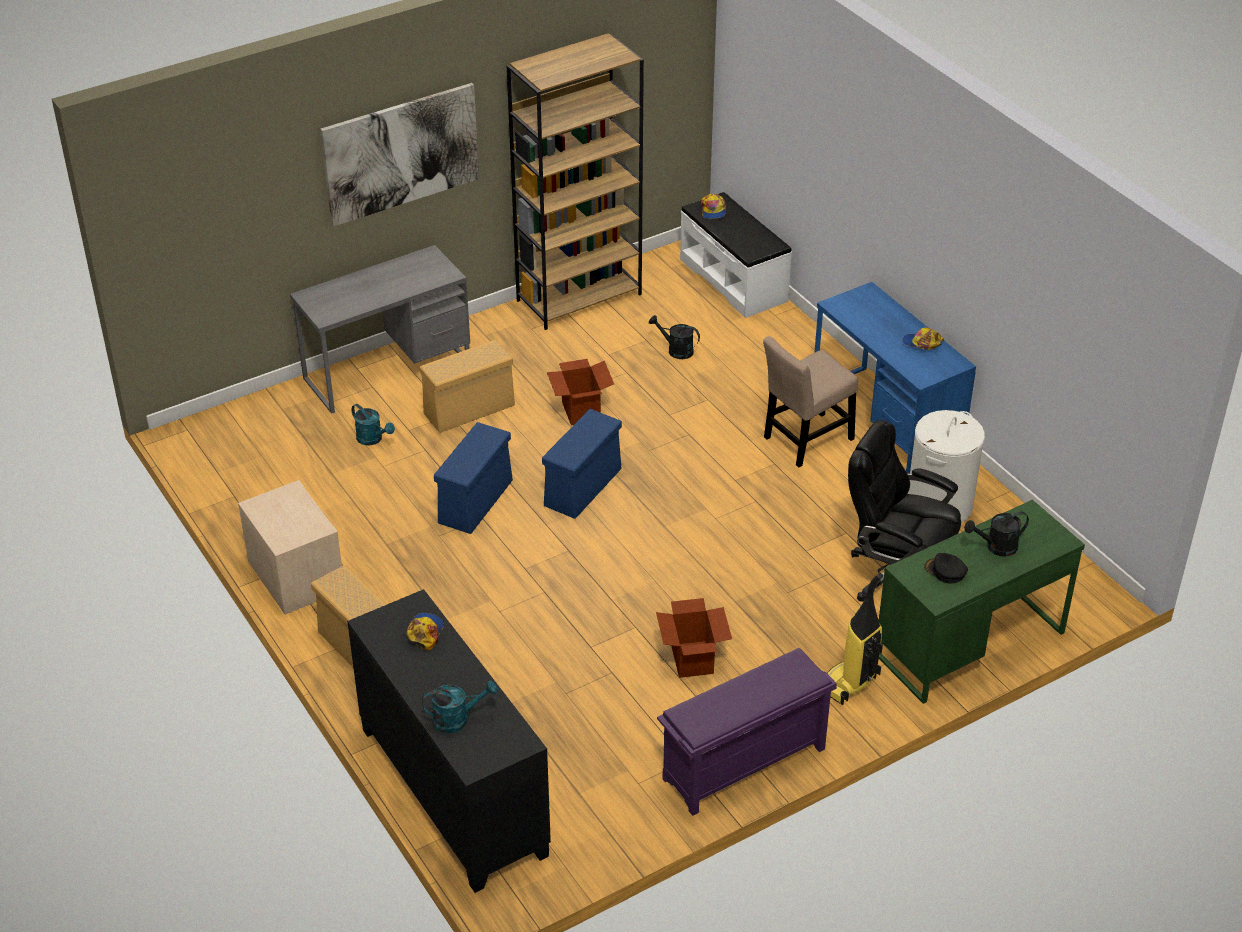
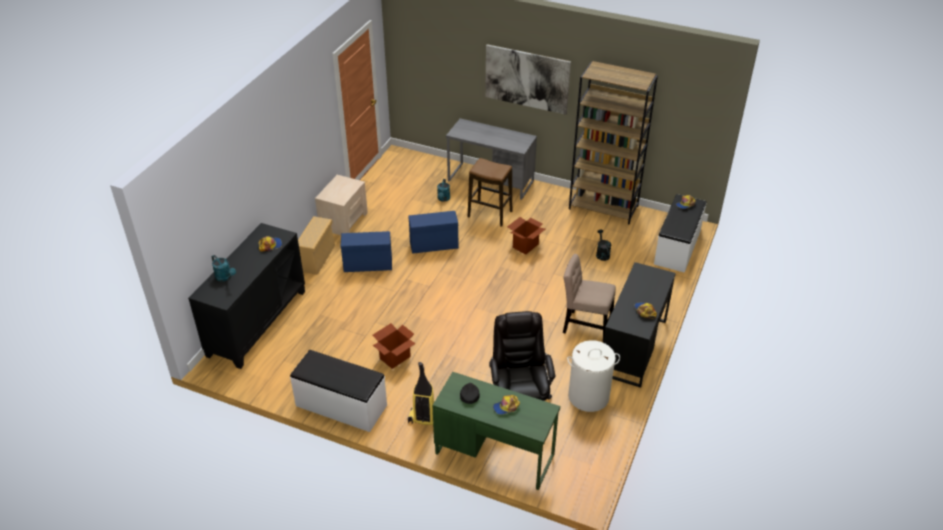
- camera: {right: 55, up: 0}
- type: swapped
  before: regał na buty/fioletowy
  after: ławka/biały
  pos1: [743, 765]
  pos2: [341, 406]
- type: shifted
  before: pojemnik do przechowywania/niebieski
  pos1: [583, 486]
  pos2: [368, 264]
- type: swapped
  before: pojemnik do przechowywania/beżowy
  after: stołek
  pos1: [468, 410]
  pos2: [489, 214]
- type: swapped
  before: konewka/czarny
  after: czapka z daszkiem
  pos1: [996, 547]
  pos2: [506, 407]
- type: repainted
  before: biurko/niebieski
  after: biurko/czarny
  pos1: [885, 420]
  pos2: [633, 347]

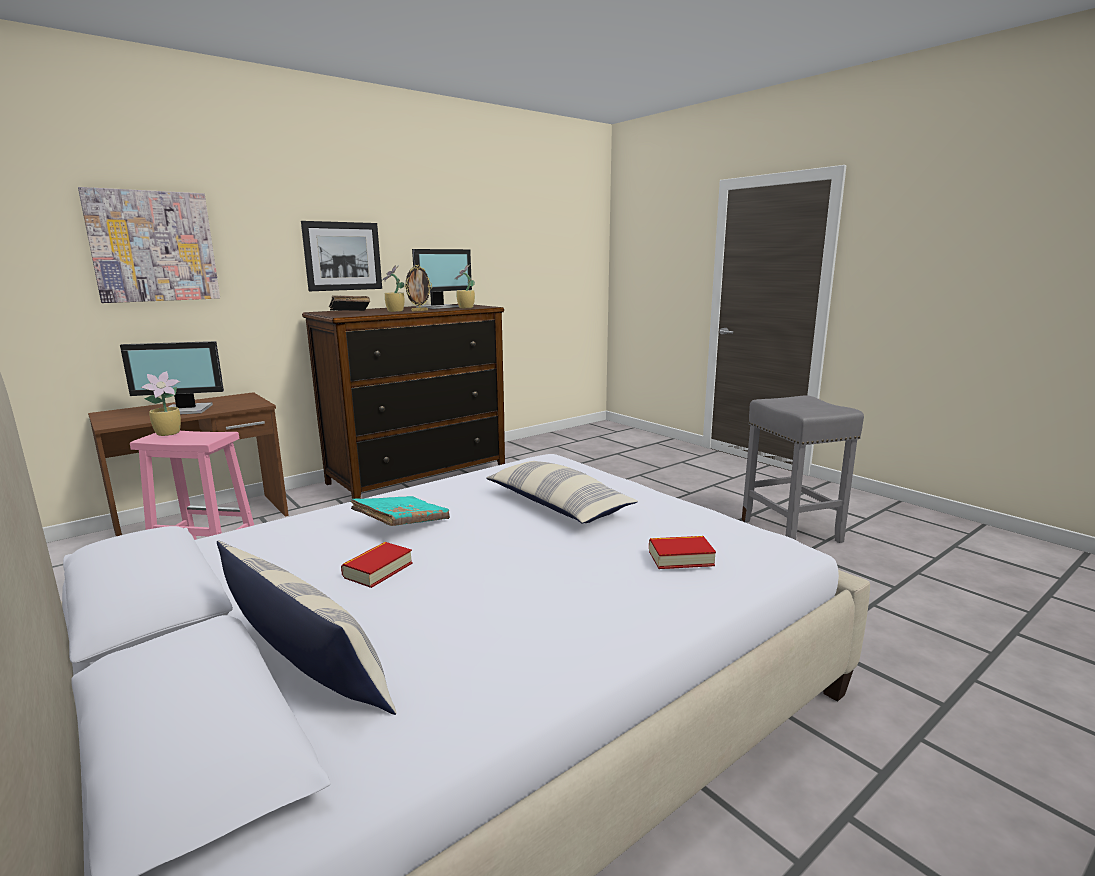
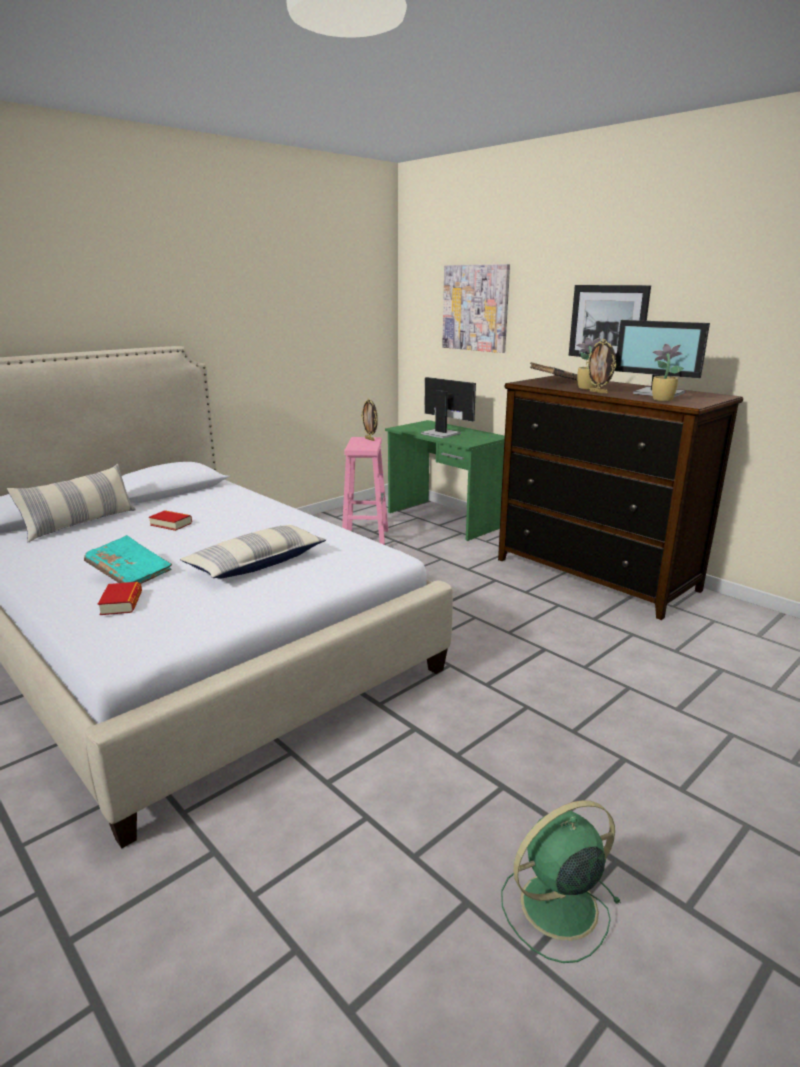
- camera: {right: 85, up: 5}
- type: shifted
  before: książka/turkusowy
  pos1: [402, 524]
  pos2: [130, 573]
- type: swapped
  before: roślina doniczkowa
  after: ramka na zdjęcie
  pos1: [169, 433]
  pos2: [370, 439]
- type: repainted
  before: biurko/brązowy
  after: biurko/zielony
  pos1: [204, 522]
  pos2: [444, 519]
- type: rotated
  before: monitor
  pos1: [186, 410]
  pos2: [441, 433]
  turn: 150
- type: swapped
  before: stołek/szary
  after: wentylator/zielony
  pos1: [792, 531]
  pos2: [555, 907]

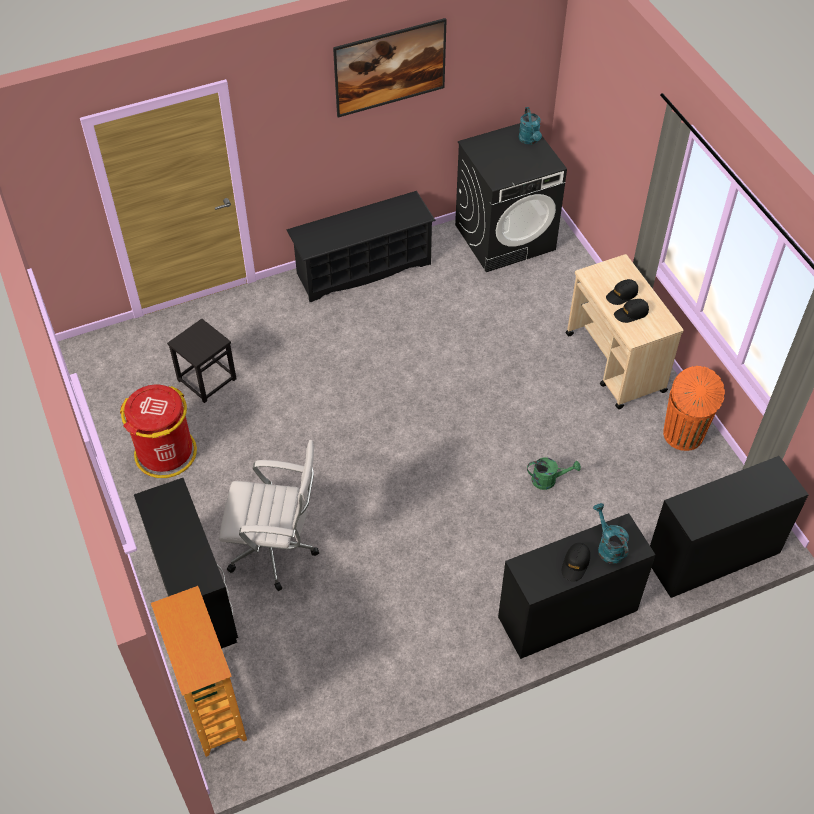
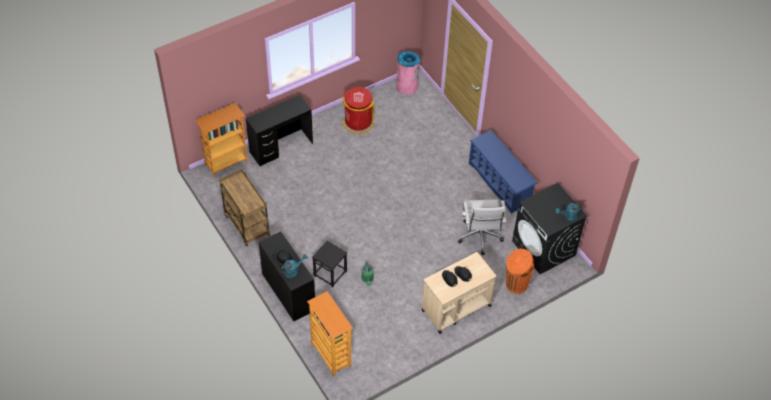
- camera: {right: 80, up: 0}
- type: new
  after: wózek/brązowy
  pos2: [246, 225]
- type: swapped
  before: biurko/czarny
  after: regał
  pos1: [713, 556]
  pos2: [330, 355]
- type: shifted
  before: stołek/czarny
  pos1: [206, 379]
  pos2: [330, 273]
- type: new
  after: kosz na śmieci/różowy
  pos2: [407, 87]
- type: shifted
  before: krzesło biurowe/biały
  pos1: [276, 551]
  pos2: [480, 238]
- type: repainted
  before: regał na buty/czarny
  after: regał na buty/niebieski
  pos1: [363, 269]
  pos2: [499, 183]
- type: shifted
  before: kosz na śmieci/pomarańczowy
  pos1: [683, 435]
  pos2: [516, 284]
- type: gone
  before: obraz
  pos1: [390, 84]

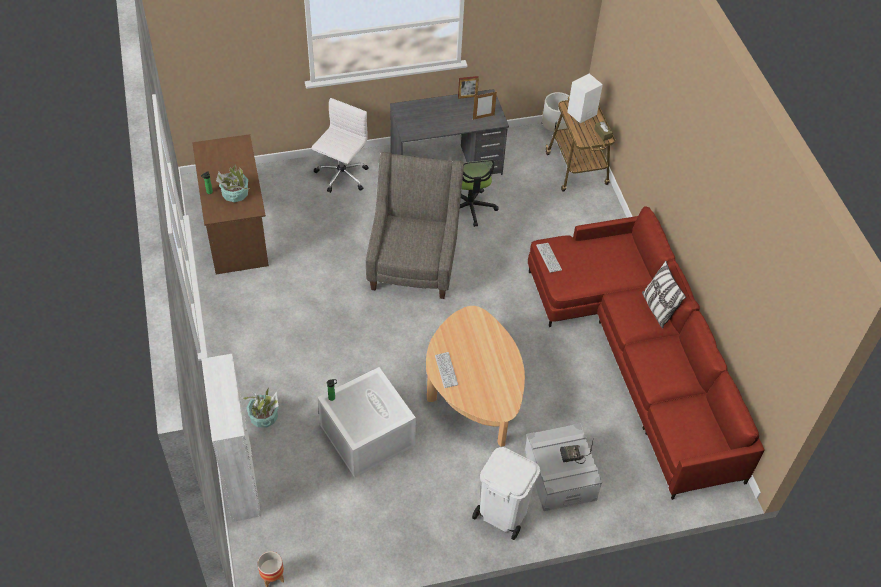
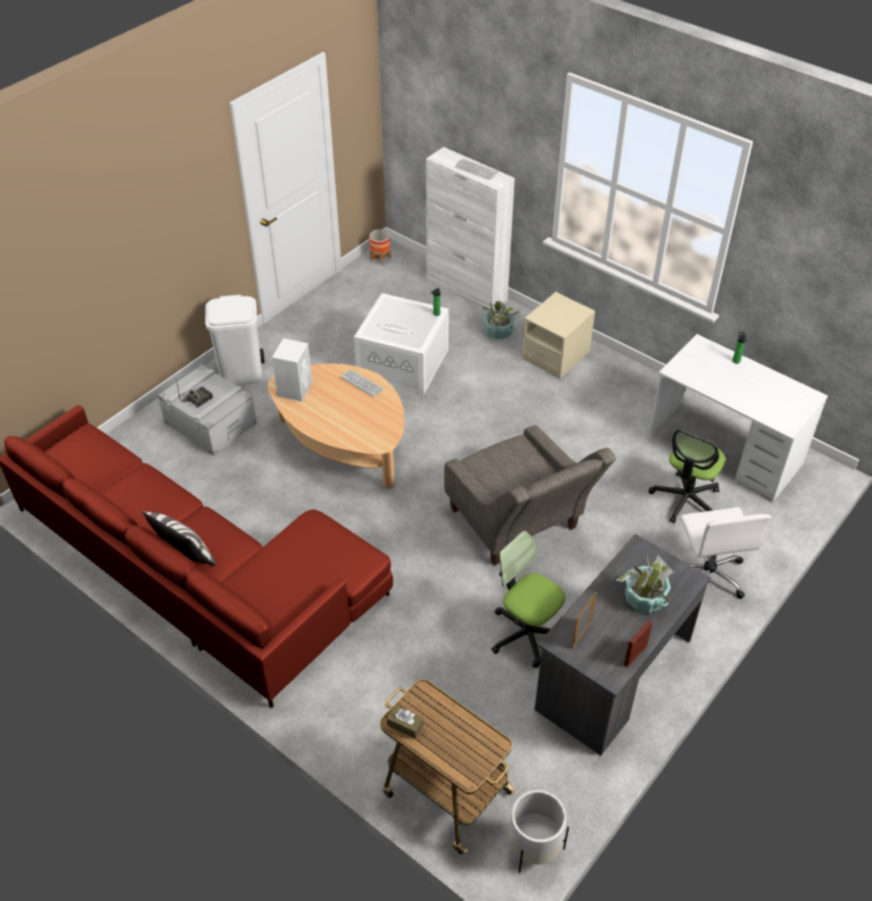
- camera: {right: 145, up: -5}
- type: shifted
  before: głośnik/biały
  pos1: [581, 113]
  pos2: [295, 388]
- type: shifted
  before: klawiatura
  pos1: [549, 258]
  pos2: [476, 170]
- type: new
  after: szafka nocna/beżowy
  pos2: [555, 356]
- type: shifted
  before: roślina doniczkowa
  pos1: [235, 194]
  pos2: [644, 598]
- type: repainted
  before: biurko/brązowy
  after: biurko/biały
  pos1: [235, 229]
  pos2: [724, 451]
- type: new
  after: krzesło biurowe
  pos2: [686, 500]

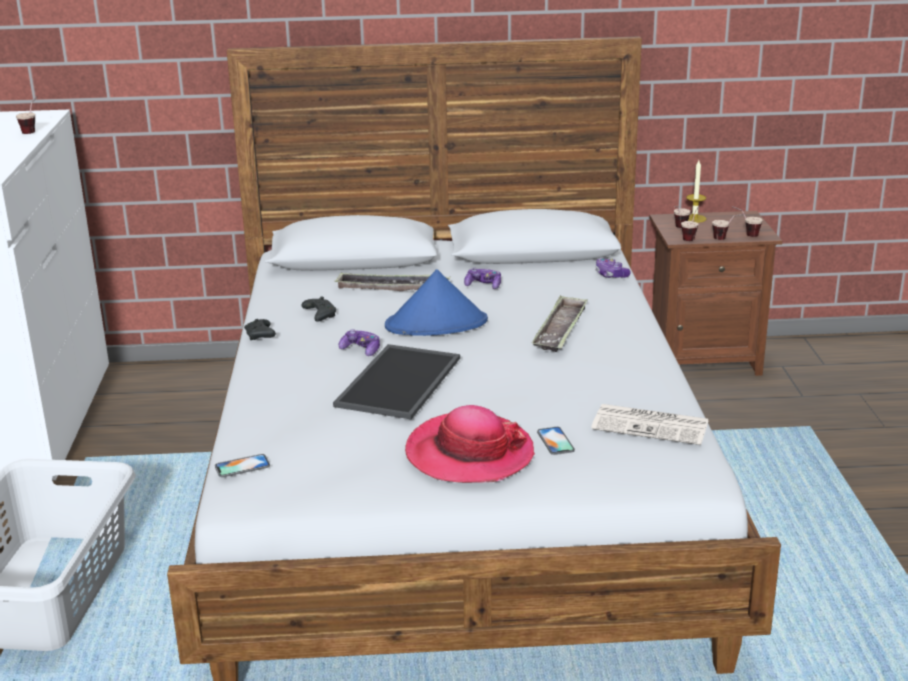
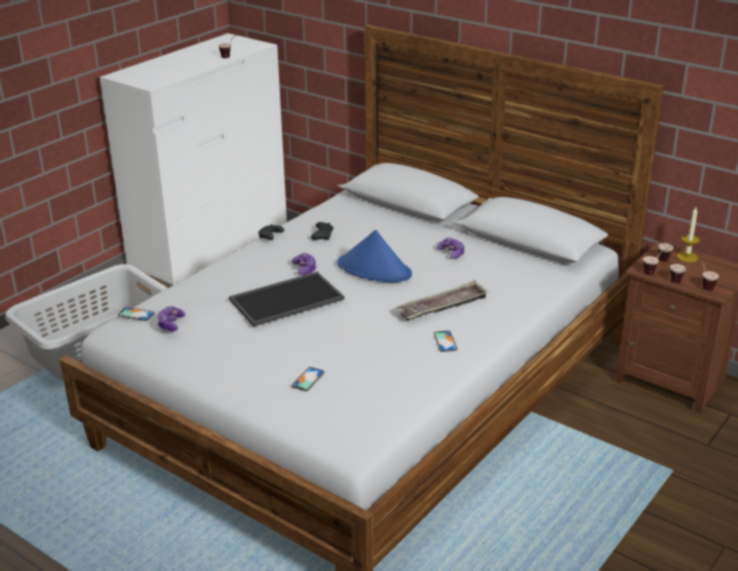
- camera: {right: 40, up: 5}
- type: shifted
  before: pad do gier
  pos1: [611, 275]
  pos2: [171, 324]
- type: new
  after: telefon
  pos2: [445, 341]
- type: gone
  before: taca
  pos1: [392, 288]
- type: gone
  before: kapelusz
  pos1: [469, 453]
- type: gone
  before: gazeta
  pos1: [652, 425]

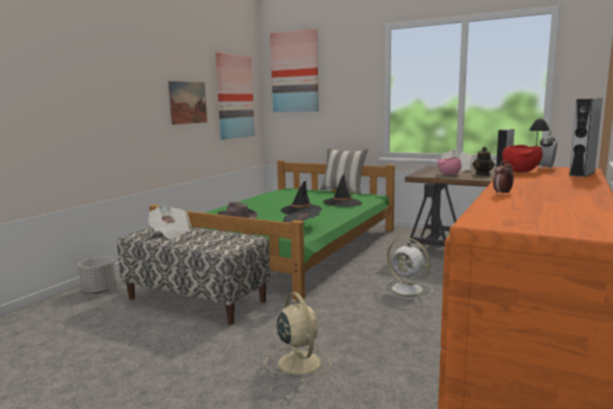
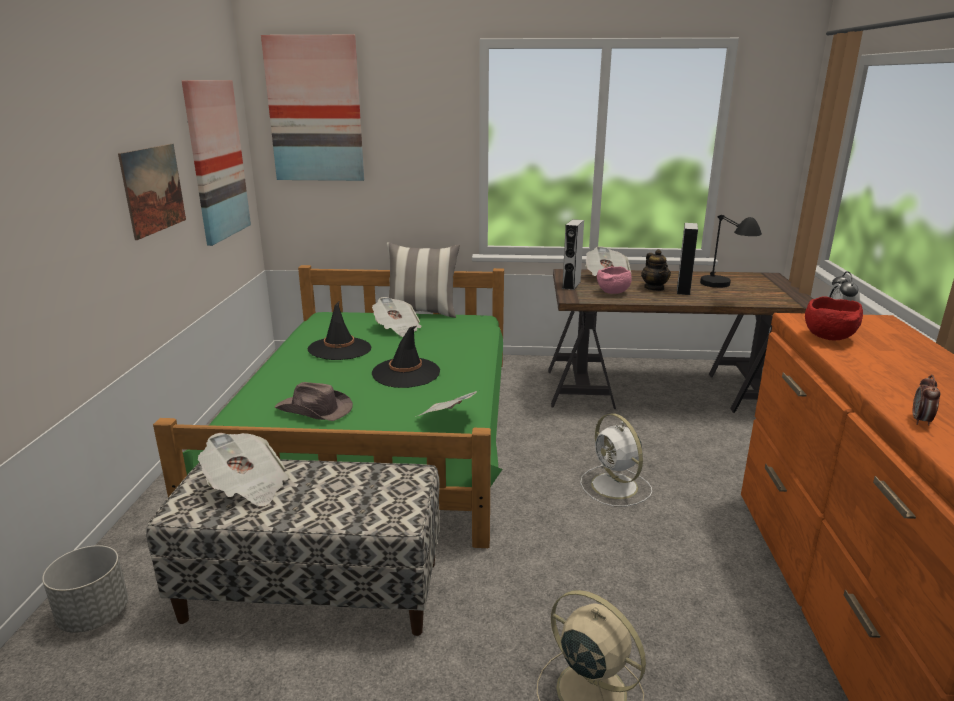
- camera: {right: -25, up: 10}
- type: shifted
  before: kapelusz/czarny
  pos1: [342, 203]
  pos2: [340, 349]
- type: new
  after: gazeta
  pos2: [397, 329]
- type: shifted
  before: głośnik/szary
  pos1: [582, 174]
  pos2: [571, 285]
- type: rotated
  before: wentylator/biały
  pos1: [408, 289]
  pos2: [615, 487]
  turn: 45

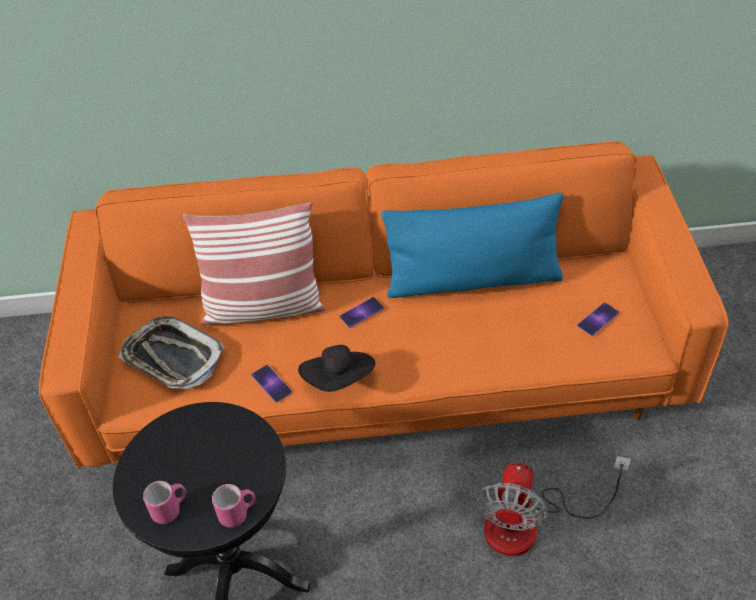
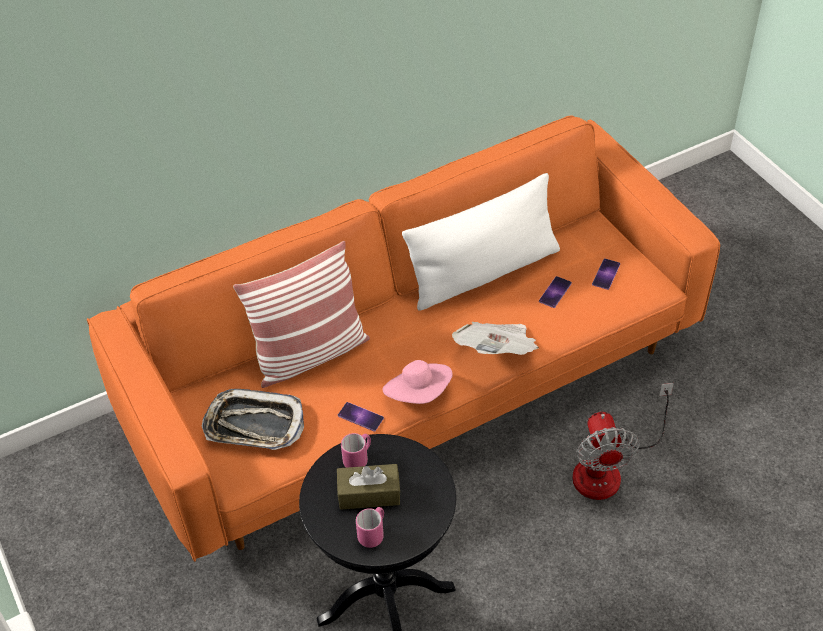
- camera: {right: -25, up: 0}
- type: new
  after: pudełko chusteczek/brązowy
  pos2: [369, 494]
- type: shifted
  before: kubek/różowy
  pos1: [238, 513]
  pos2: [358, 458]
- type: repainted
  before: kapelusz/czarny
  after: kapelusz/różowy
  pos1: [339, 380]
  pos2: [419, 394]
- type: repainted
  before: poduszka/niebieski
  after: poduszka/biały
  pos1: [473, 280]
  pos2: [484, 273]
- type: new
  after: gazeta
  pos2: [497, 352]
- type: shifted
  before: telefon
  pos1: [361, 312]
  pos2: [555, 292]

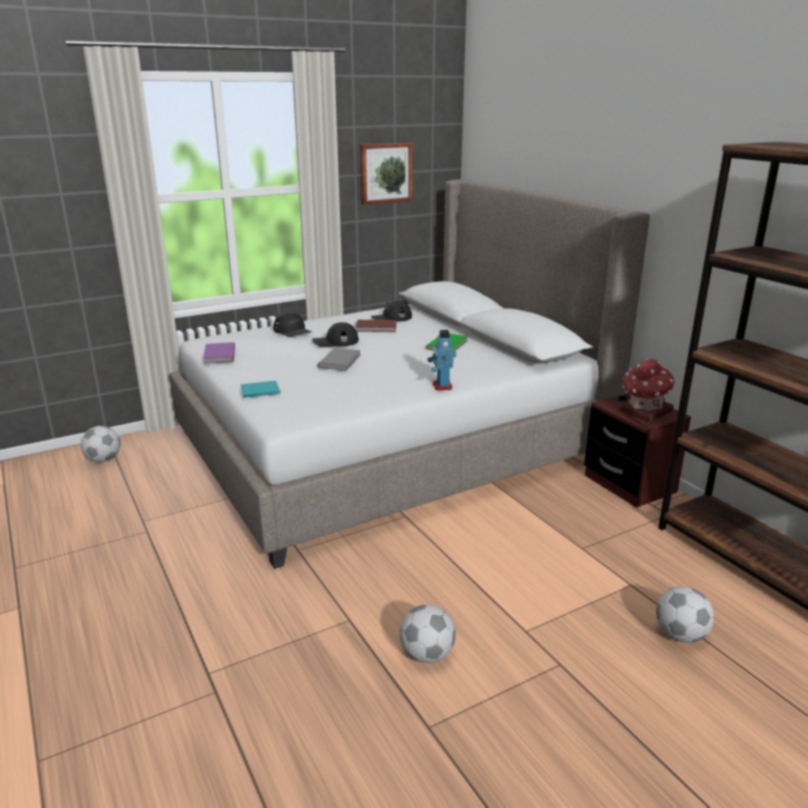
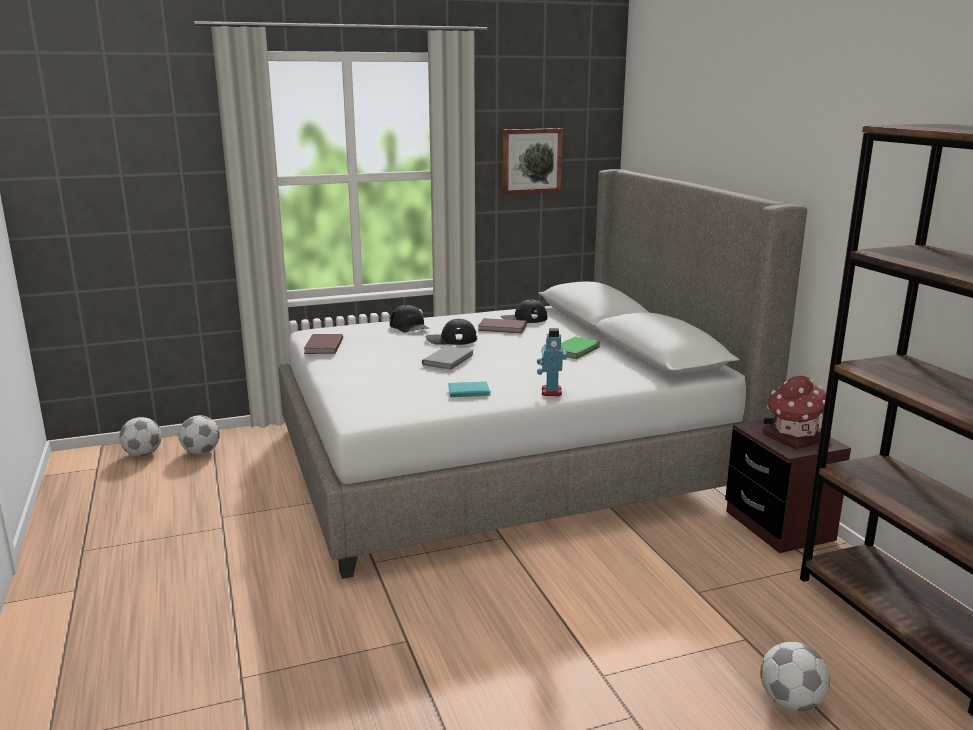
- camera: {right: 10, up: -5}
- type: shifted
  before: piłka futbolowa
  pos1: [426, 654]
  pos2: [143, 454]
- type: repainted
  before: książka/fioletowy
  after: książka/brązowy
  pos1: [218, 355]
  pos2: [322, 346]
- type: shifted
  before: książka/turkusowy
  pos1: [260, 392]
  pos2: [468, 393]

